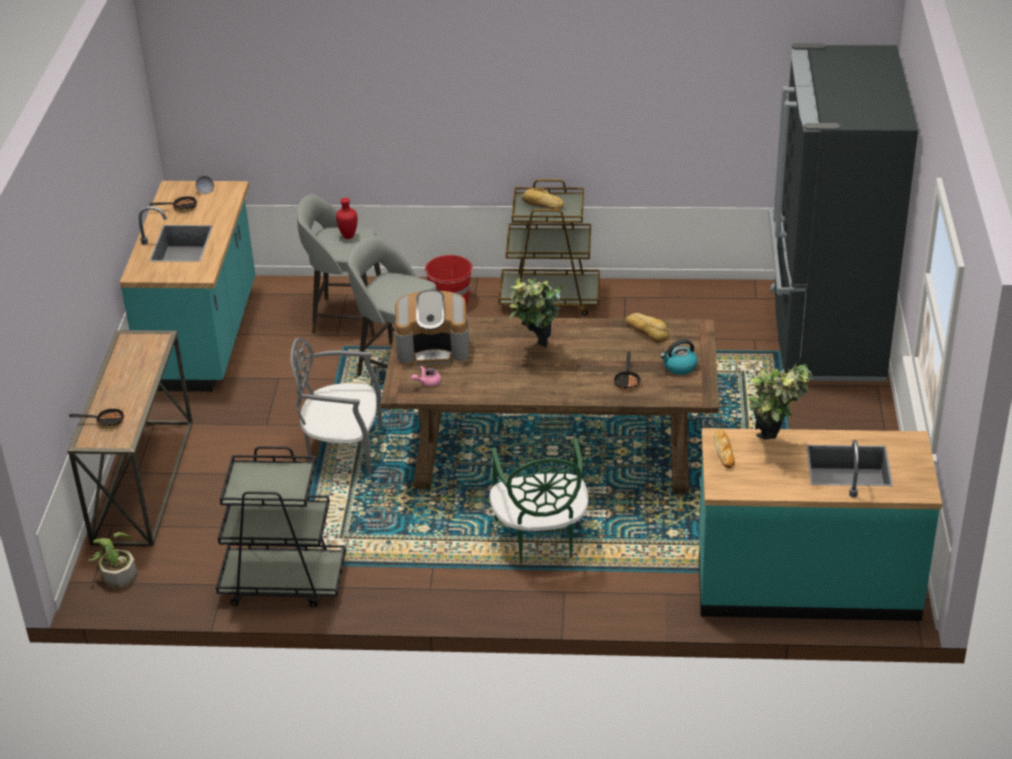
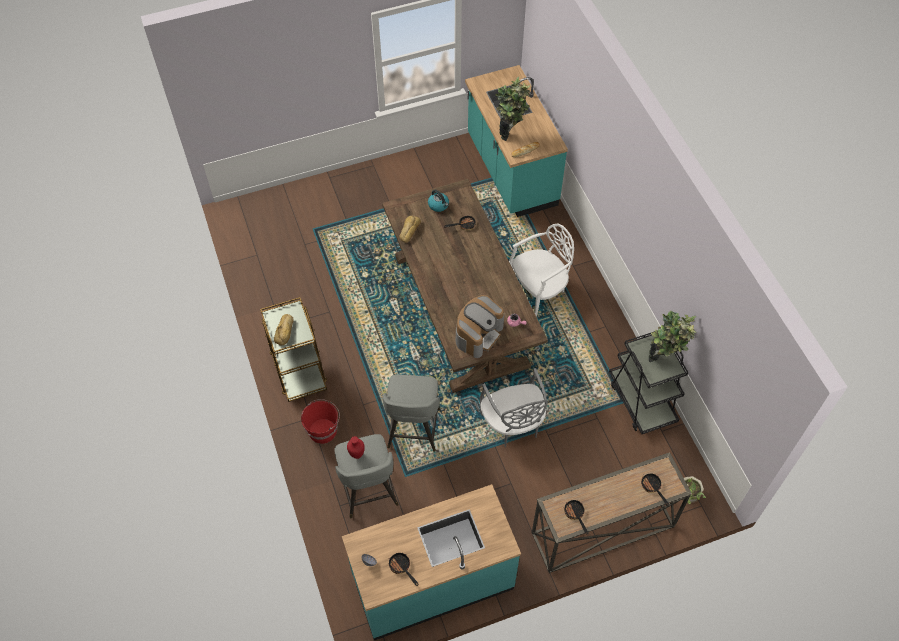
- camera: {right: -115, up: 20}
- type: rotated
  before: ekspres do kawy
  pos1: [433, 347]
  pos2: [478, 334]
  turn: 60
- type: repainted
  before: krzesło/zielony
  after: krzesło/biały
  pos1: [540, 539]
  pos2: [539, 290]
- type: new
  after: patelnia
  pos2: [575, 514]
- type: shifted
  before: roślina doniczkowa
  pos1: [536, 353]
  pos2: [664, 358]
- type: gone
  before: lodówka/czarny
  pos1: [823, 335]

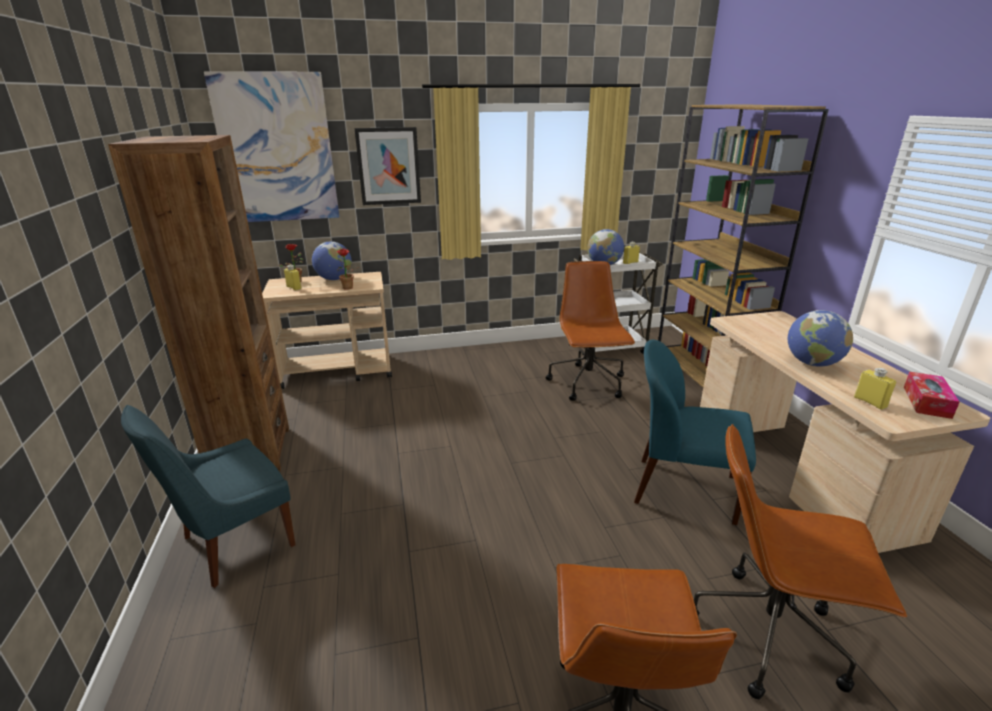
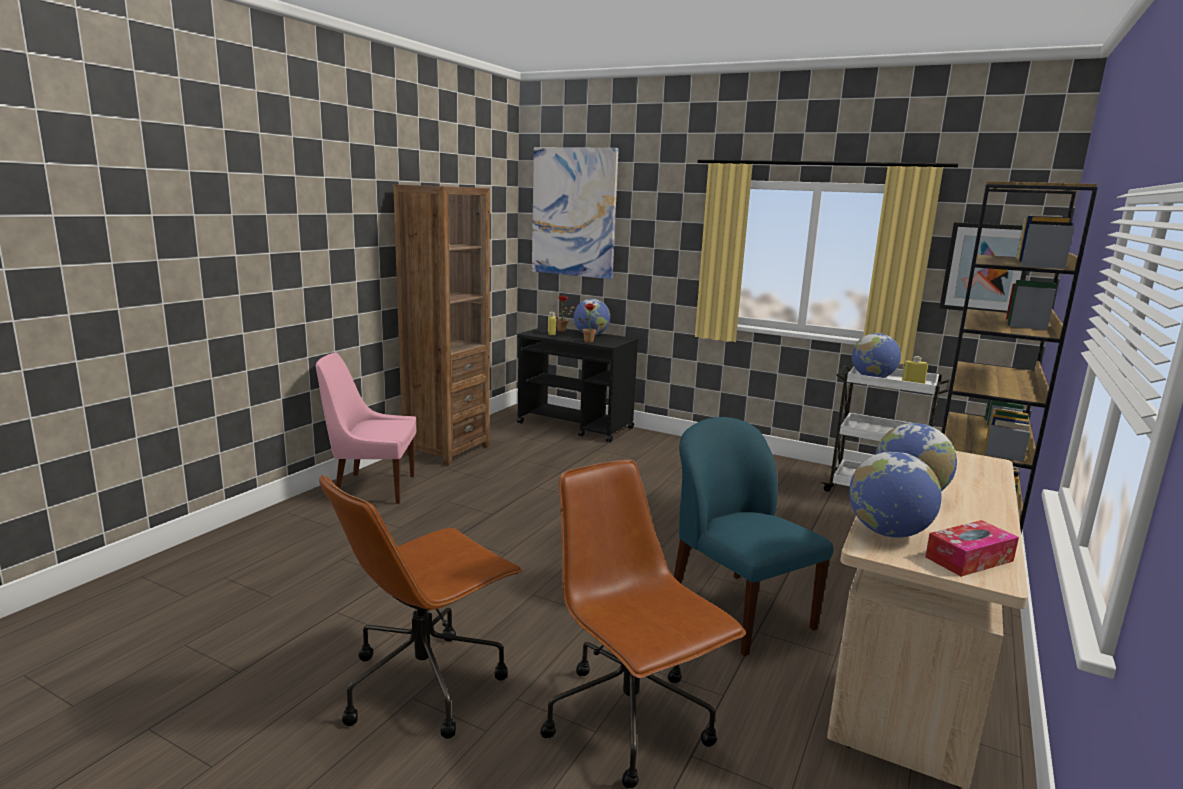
- camera: {right: 40, up: -10}
- type: repainted
  before: krzesło/niebieski
  after: krzesło/różowy
  pos1: [234, 543]
  pos2: [371, 488]
- type: repainted
  before: wózek/beżowy
  after: wózek/czarny
  pos1: [338, 371]
  pos2: [576, 426]
- type: swapped
  before: butelka/żółty
  after: globus
  pos1: [870, 402]
  pos2: [887, 533]
- type: shifted
  before: obraz
  pos1: [388, 166]
  pos2: [985, 268]
- type: gone
  before: krzesło biurowe/brązowy
  pos1: [588, 384]

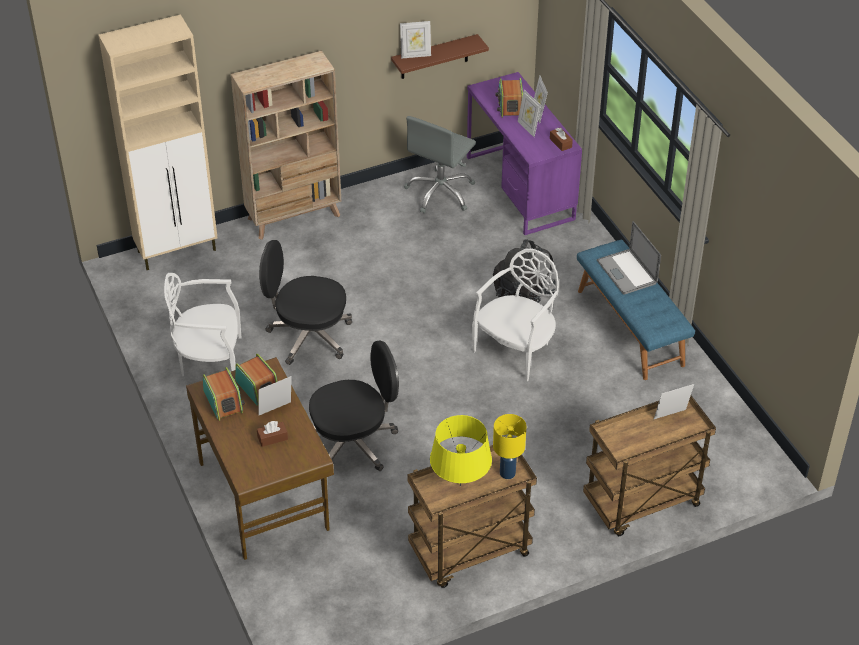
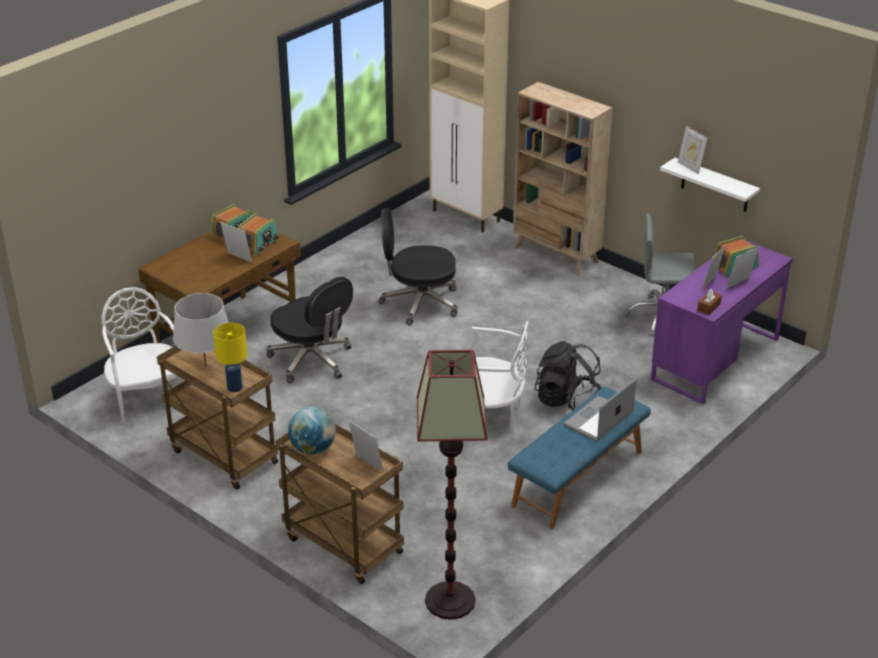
- camera: {right: 65, up: -10}
- type: shifted
  before: krzesło/biały
  pos1: [210, 360]
  pos2: [148, 397]
- type: repainted
  before: lampa stołowa/żółty
  after: lampa stołowa/szary
  pos1: [460, 485]
  pos2: [206, 367]
- type: new
  after: globus
  pos2: [313, 449]
- type: rotated
  before: krzesło biurowe/czarny
  pos1: [308, 336]
  pos2: [419, 303]
  turn: -75
- type: new
  after: lampa stojąca
  pos2: [449, 601]
- type: repainted
  before: półka/brązowy
  after: półka/biały
  pos1: [434, 57]
  pos2: [715, 185]
- type: gone
  before: pudełko chusteczek/brązowy
  pos1: [272, 438]

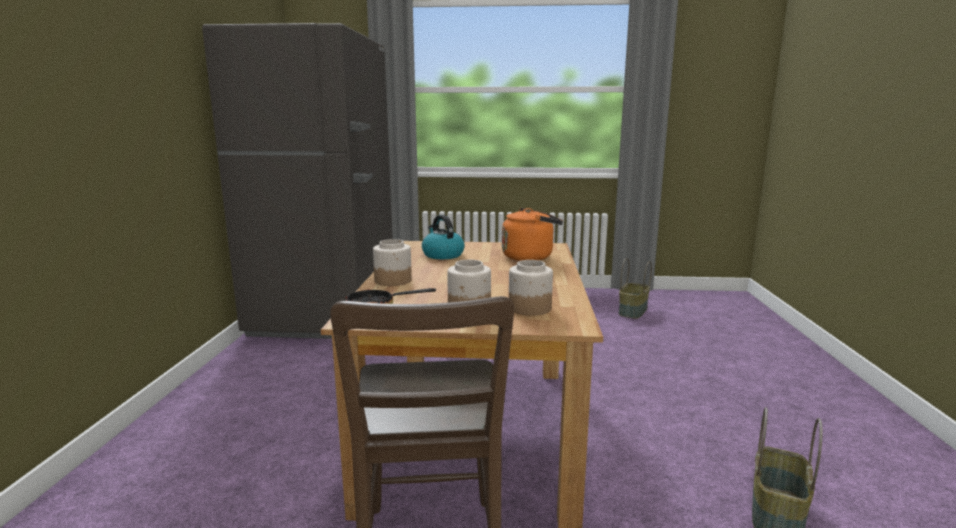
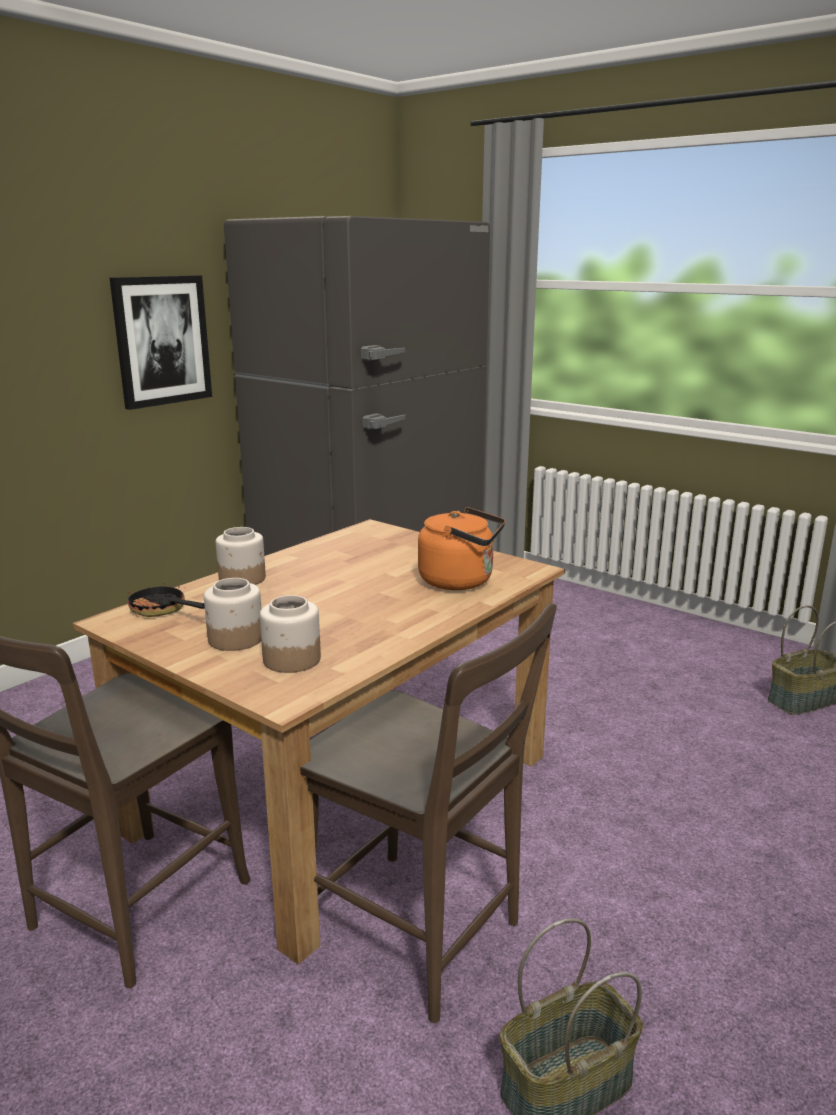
- camera: {right: 35, up: 5}
- type: new
  after: obraz
  pos2: [162, 340]
- type: new
  after: krzesło/brązowy
  pos2: [420, 937]
- type: gone
  before: czajnik
  pos1: [442, 255]

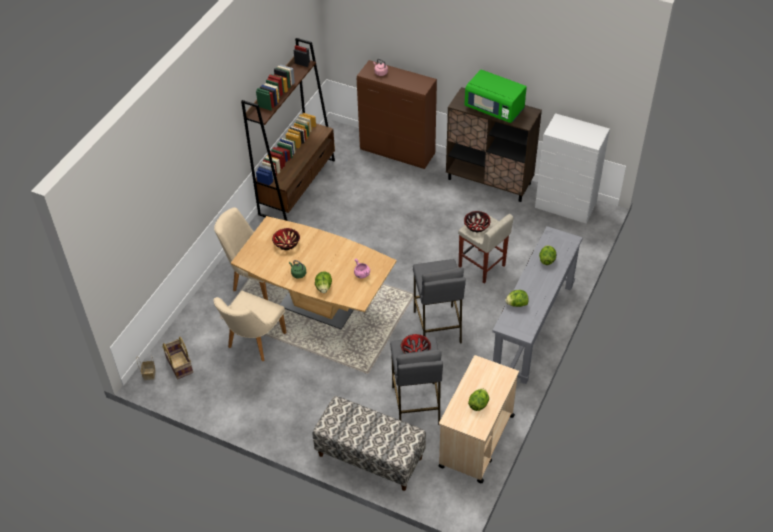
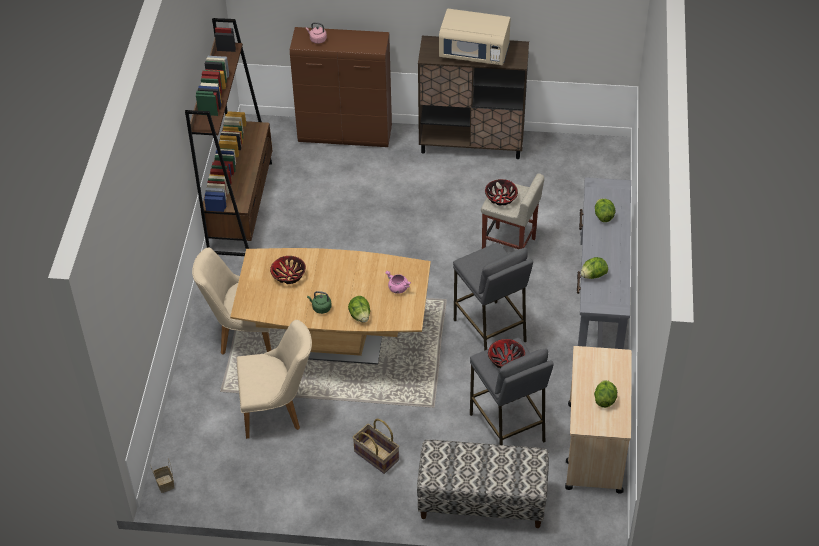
- camera: {right: -20, up: 0}
- type: rotated
  before: krzesło/beżowy
  pos1: [253, 343]
  pos2: [277, 410]
  turn: -105
- type: shifted
  before: koszyk
  pos1: [179, 365]
  pos2: [375, 456]
- type: repainted
  before: mikrofalówka/zielony
  after: mikrofalówka/beżowy
  pos1: [494, 109]
  pos2: [474, 53]
- type: gone
  before: komoda/biały
  pos1: [565, 206]

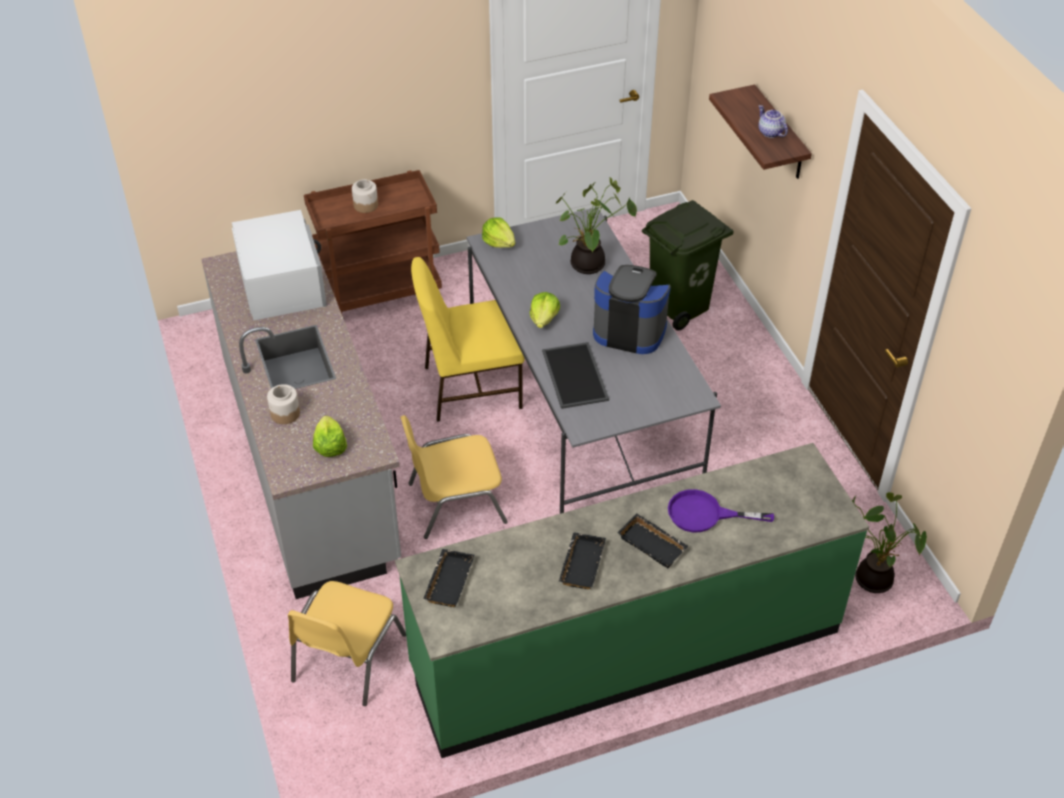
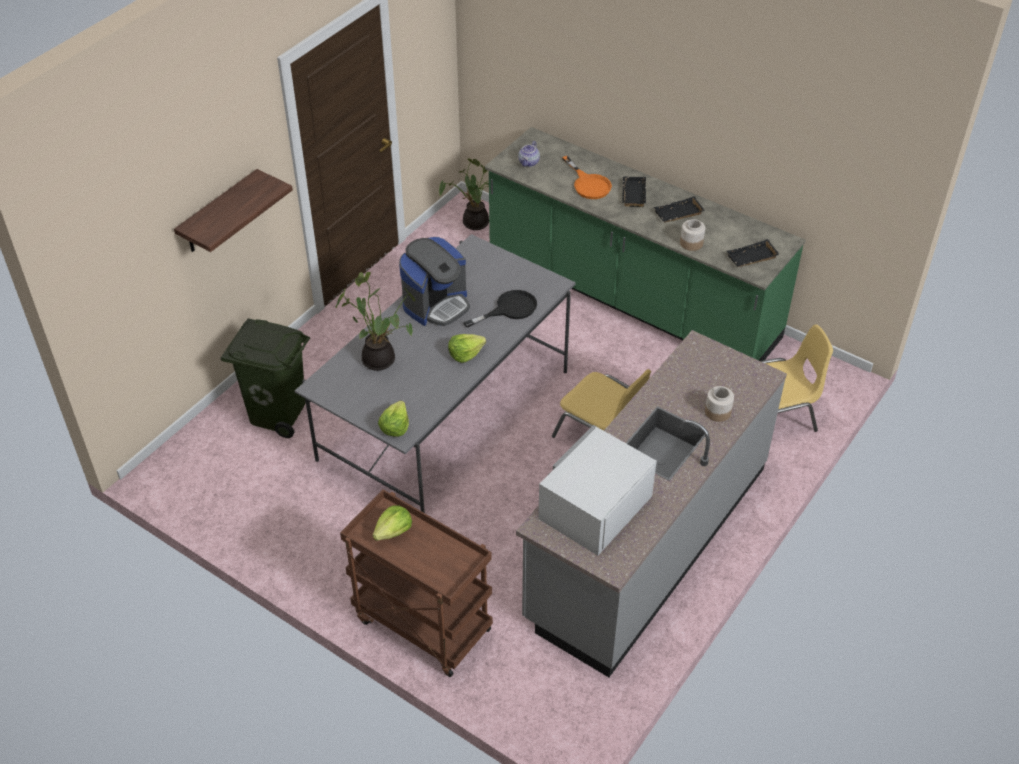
- camera: {right: -125, up: 0}
- type: shifted
  before: sałata
  pos1: [329, 446]
  pos2: [393, 531]
- type: rotated
  before: ekspres do kawy
  pos1: [629, 330]
  pos2: [436, 304]
  turn: -120
- type: swapped
  before: taca
  after: patelnia/czarny
  pos1: [576, 376]
  pos2: [509, 309]
- type: shifted
  before: imbryk
  pos1: [770, 132]
  pos2: [529, 163]
- type: repainted
  before: patelnia/fioletowy
  after: patelnia/pomarańczowy
  pos1: [705, 514]
  pos2: [588, 184]
- type: shifted
  before: słoik
  pos1: [366, 205]
  pos2: [691, 243]
- type: gone
  before: krzesło/żółty
  pos1: [470, 387]

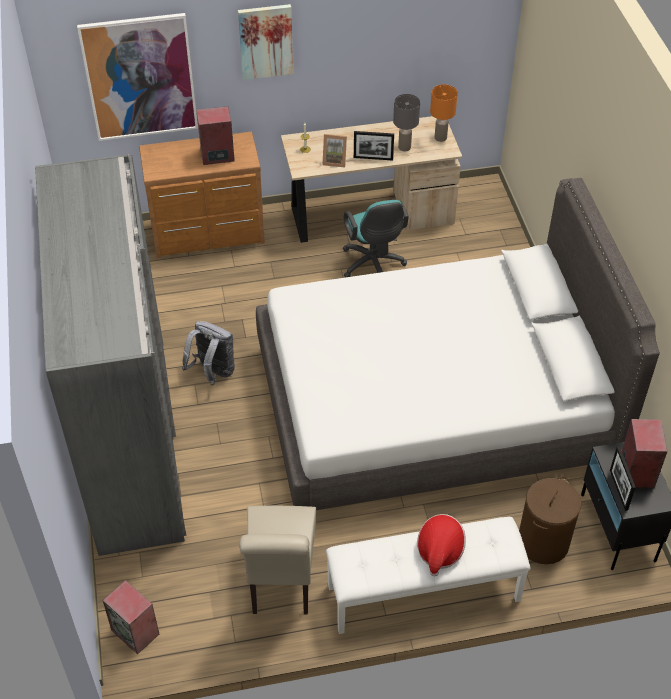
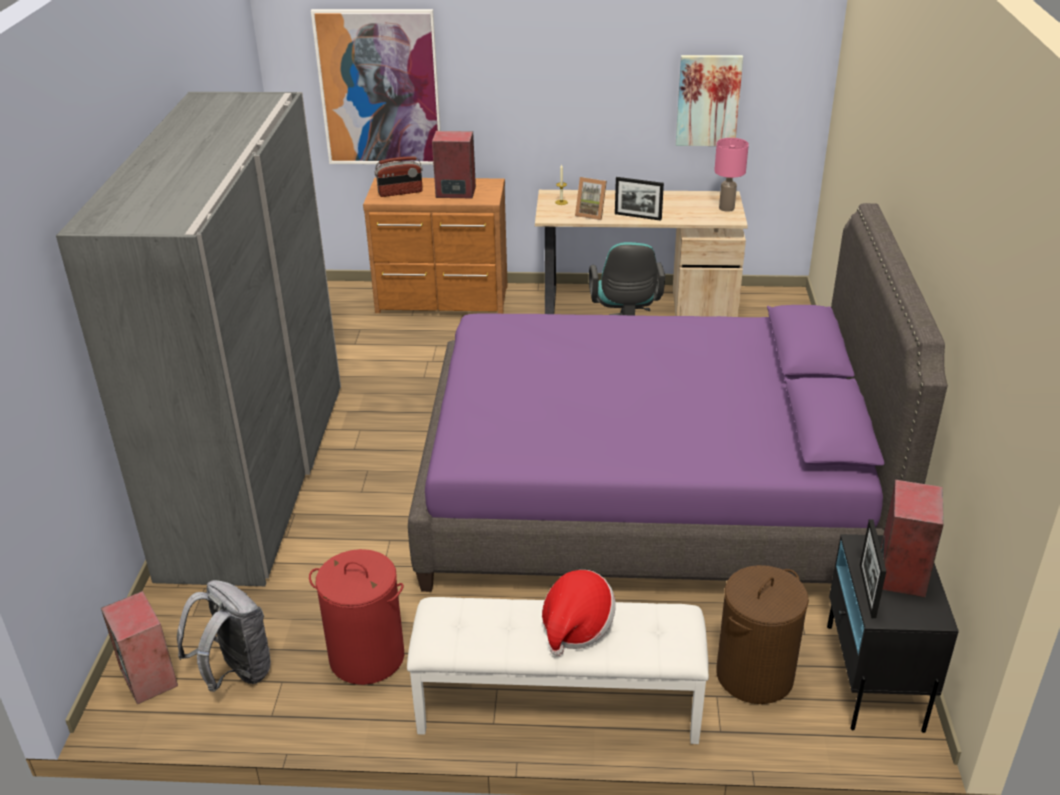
- camera: {right: 15, up: -15}
- type: shifted
  before: plecak/szary
  pos1: [213, 373]
  pos2: [235, 672]
- type: swapped
  before: krzesło/beżowy
  after: kosz na pranie/czerwony
  pos1: [281, 583]
  pos2: [366, 657]
- type: new
  after: radio
  pos2: [400, 192]
- type: repainted
  before: łóżko/biały
  after: łóżko/fioletowy
  pos1: [433, 406]
  pos2: [648, 494]
- type: shifted
  before: obraz
  pos1: [265, 41]
  pos2: [708, 100]
- type: repainted
  before: lampa stołowa/pomarańczowy
  after: lampa stołowa/różowy
  pos1: [440, 137]
  pos2: [727, 208]
- type: gone
  before: lampa stołowa/szary
  pos1: [404, 147]

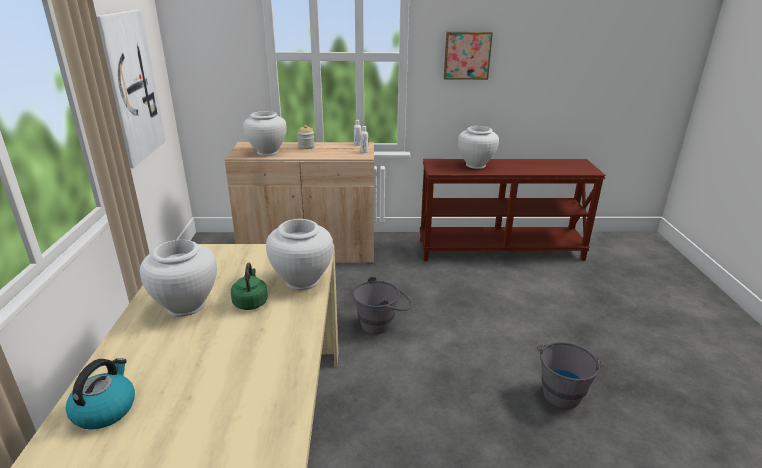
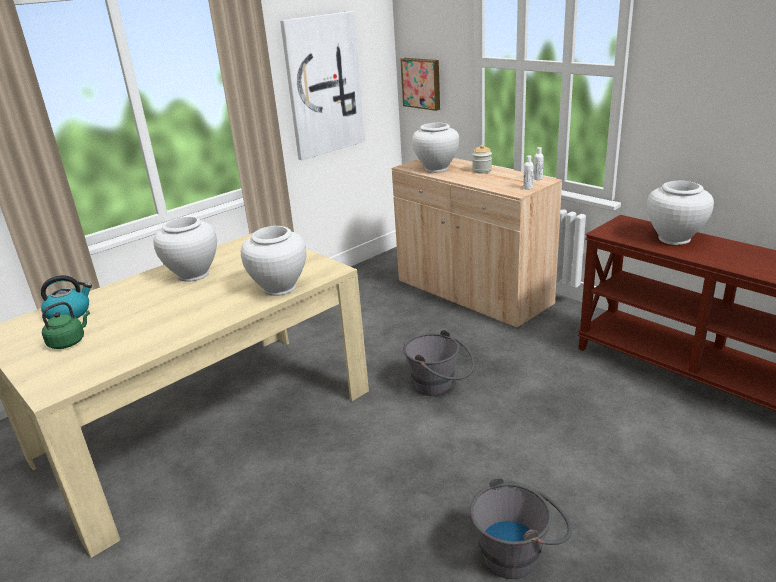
- camera: {right: 50, up: 0}
- type: shifted
  before: czajnik/zielony
  pos1: [251, 302]
  pos2: [69, 342]
- type: shifted
  before: obraz
  pos1: [467, 55]
  pos2: [422, 83]

